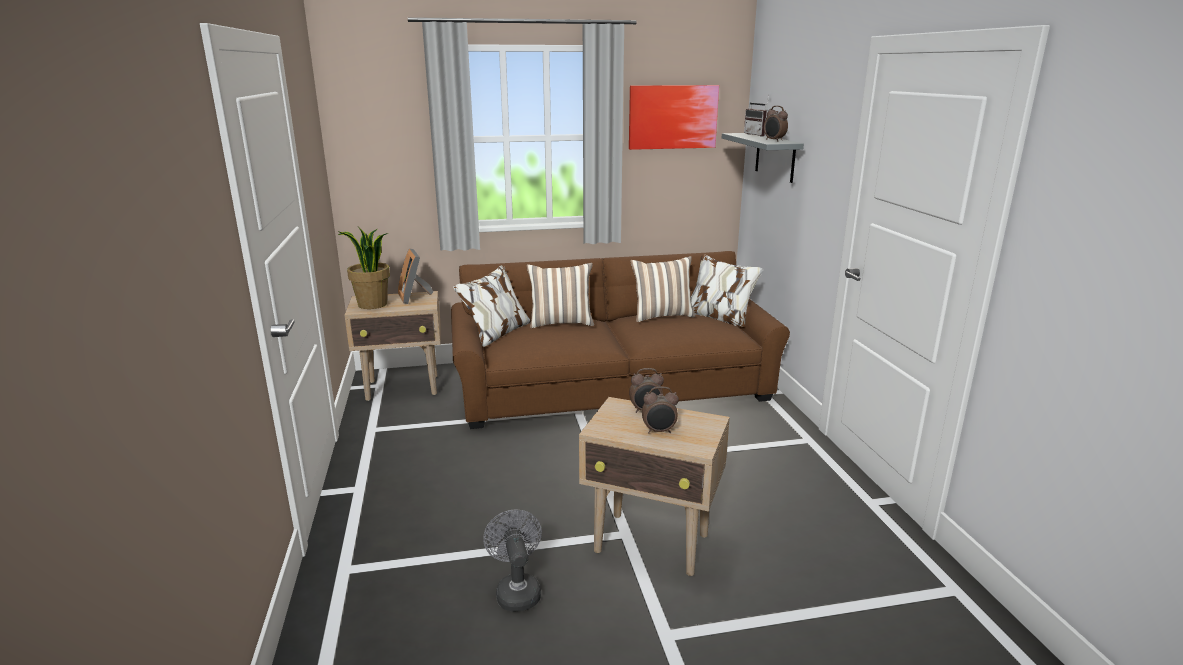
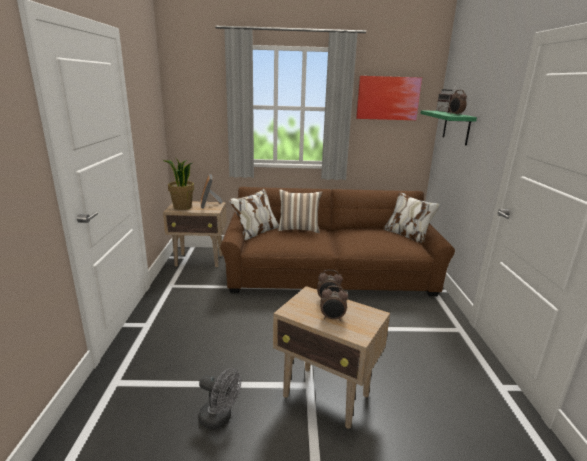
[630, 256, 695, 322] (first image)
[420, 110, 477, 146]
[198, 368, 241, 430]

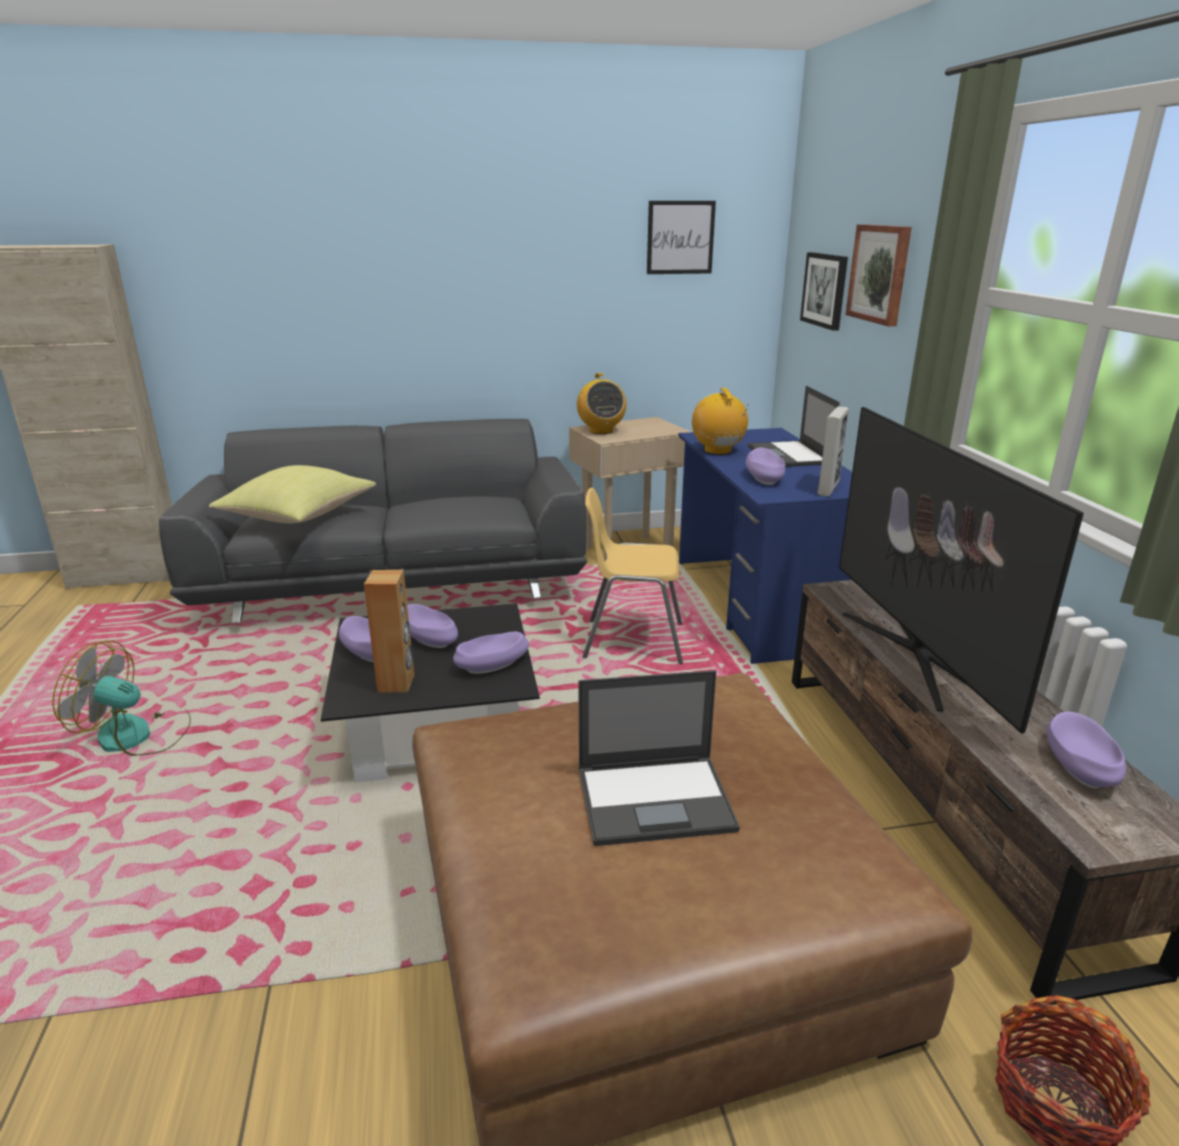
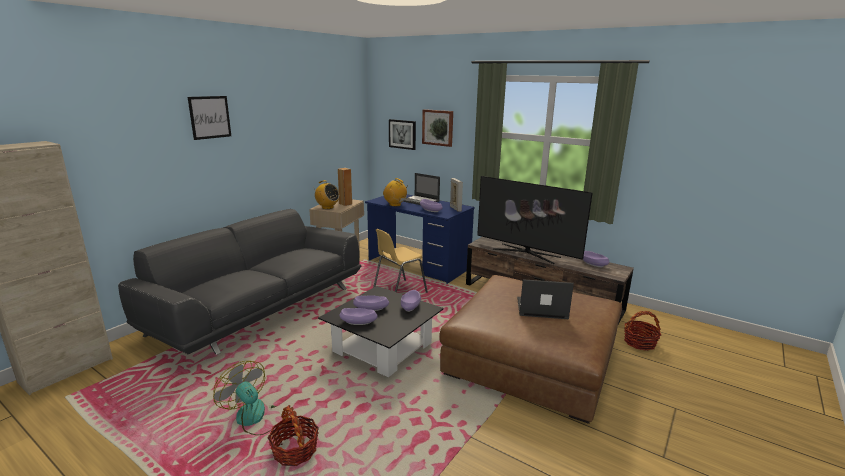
[209, 465, 376, 523] (first image)
[268, 405, 319, 466]
[338, 168, 352, 206]
[188, 96, 231, 140]
[213, 361, 277, 435]
[517, 279, 574, 319]

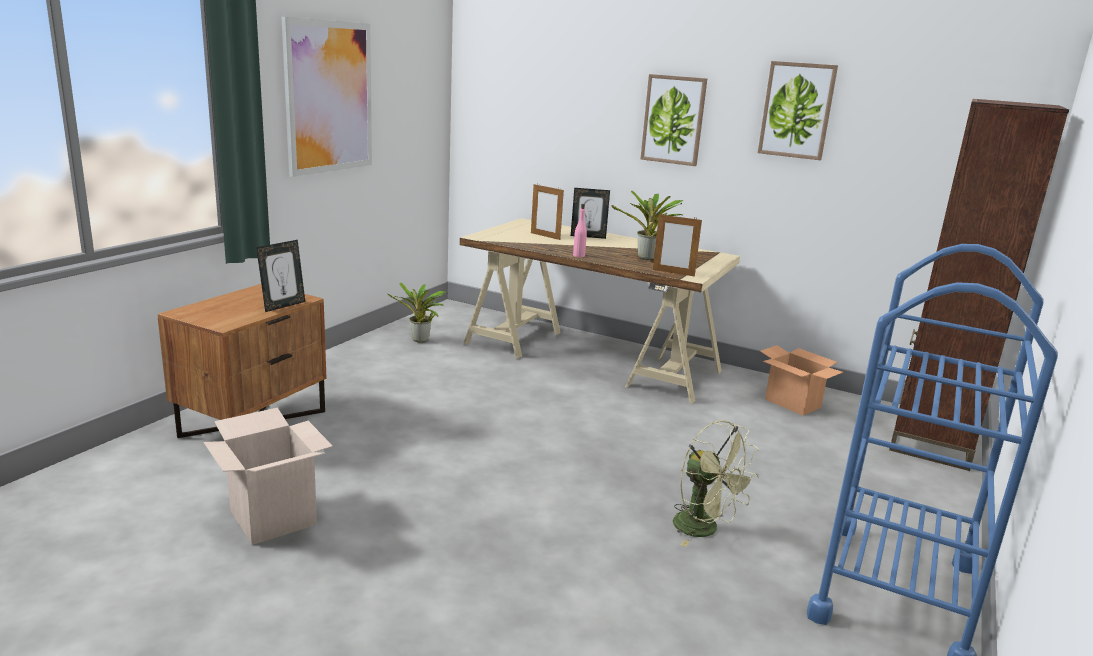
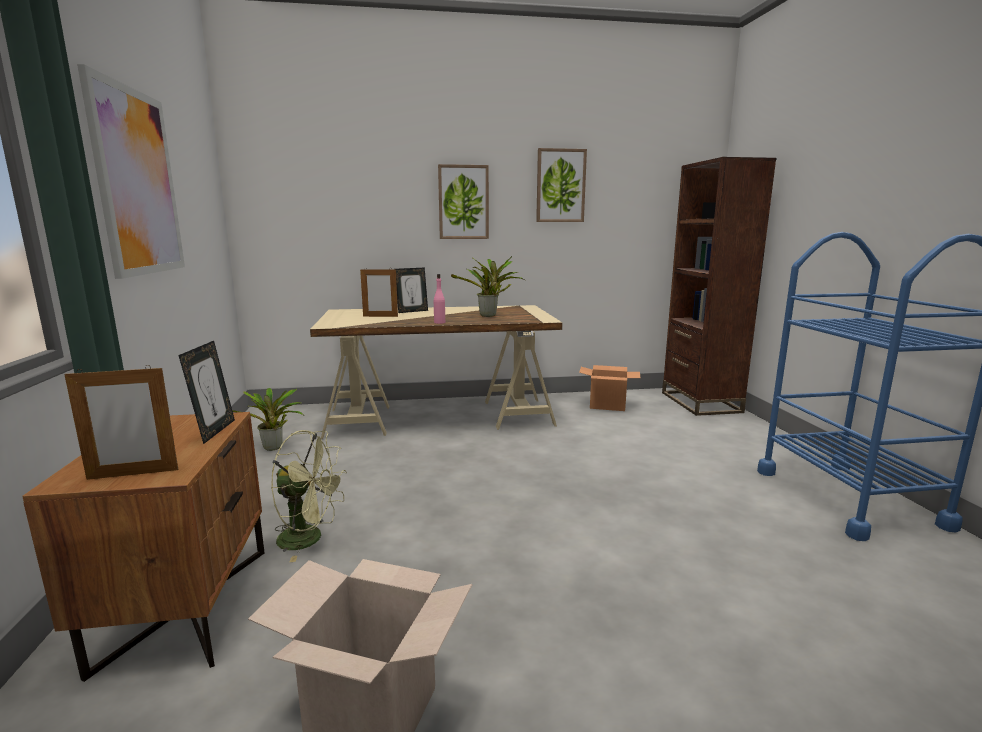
[64, 365, 178, 480]
[271, 430, 347, 563]

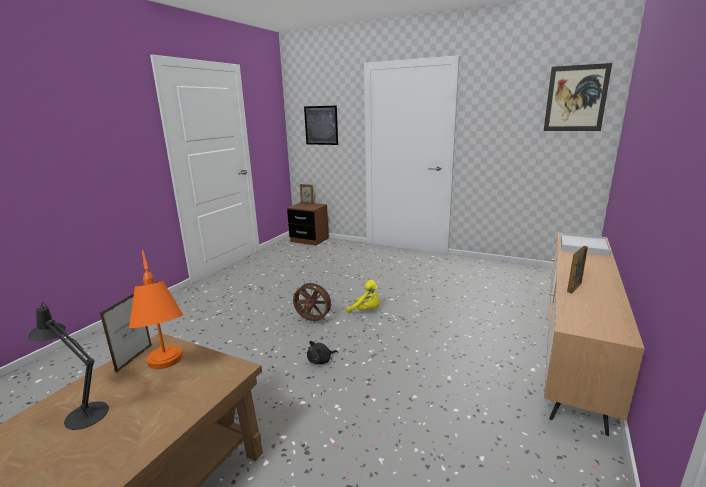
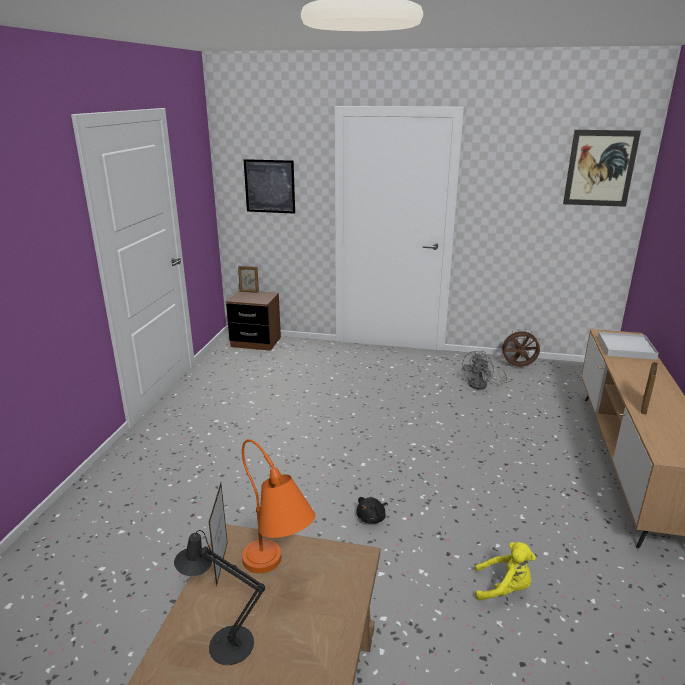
[461, 351, 507, 390]
[500, 329, 541, 367]
[475, 542, 536, 601]

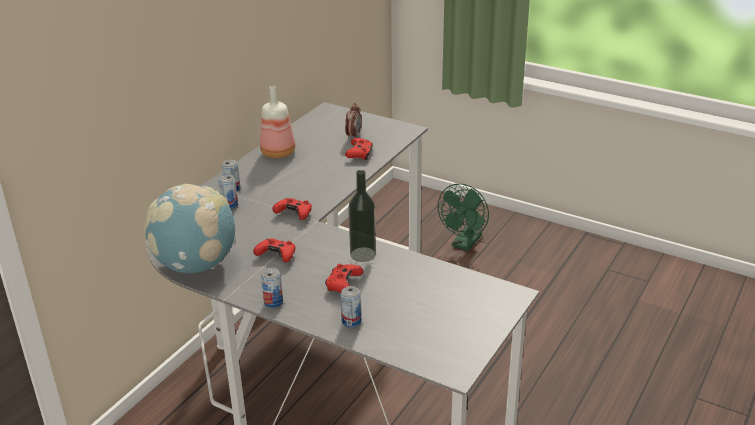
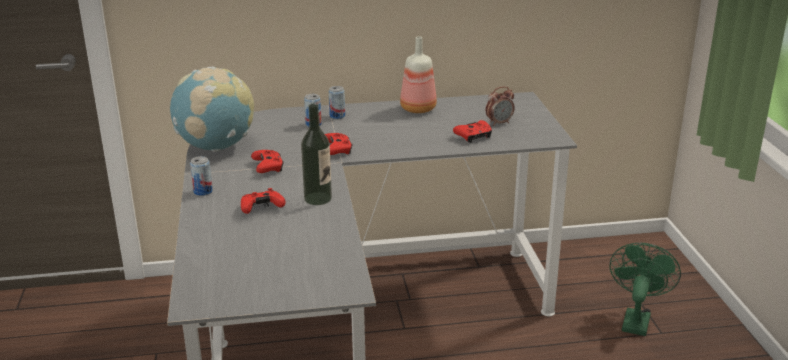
[340, 286, 361, 327] (first image)
[609, 243, 681, 336]

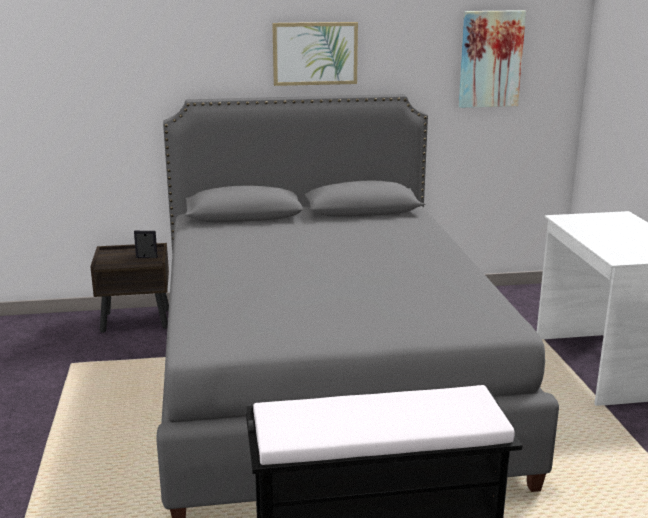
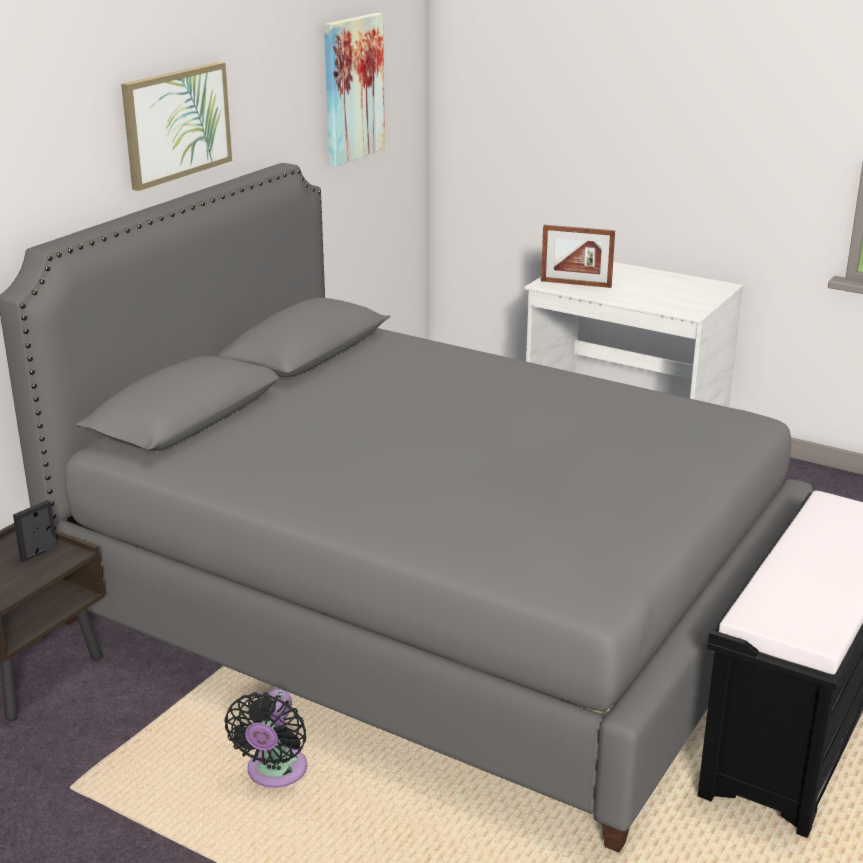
[224, 689, 307, 788]
[541, 225, 615, 288]

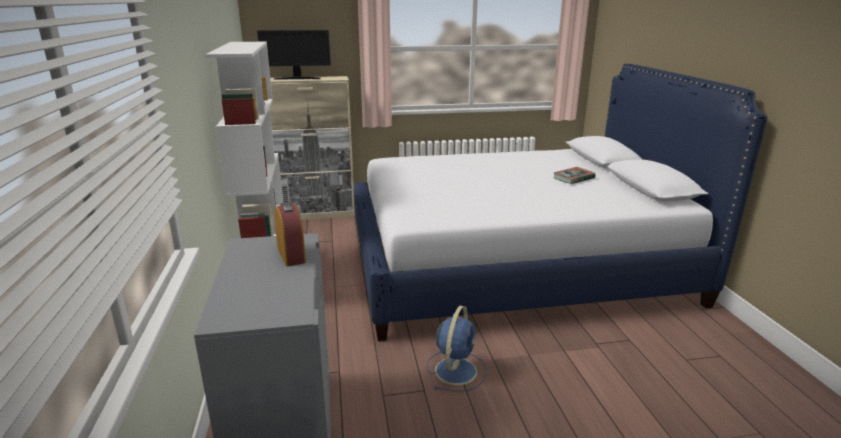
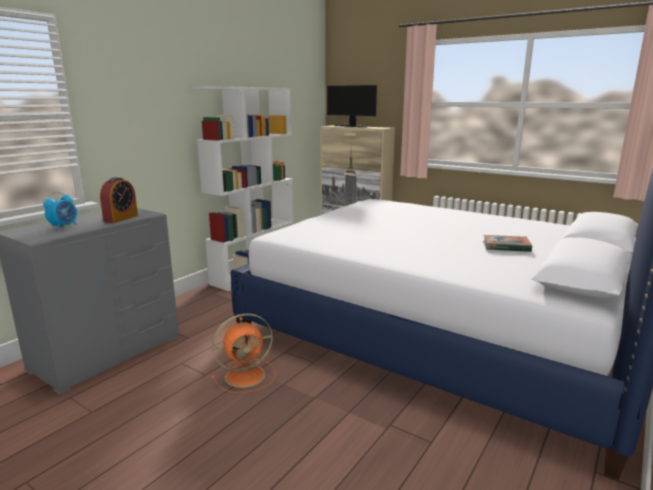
[43, 192, 77, 230]
[212, 313, 276, 393]

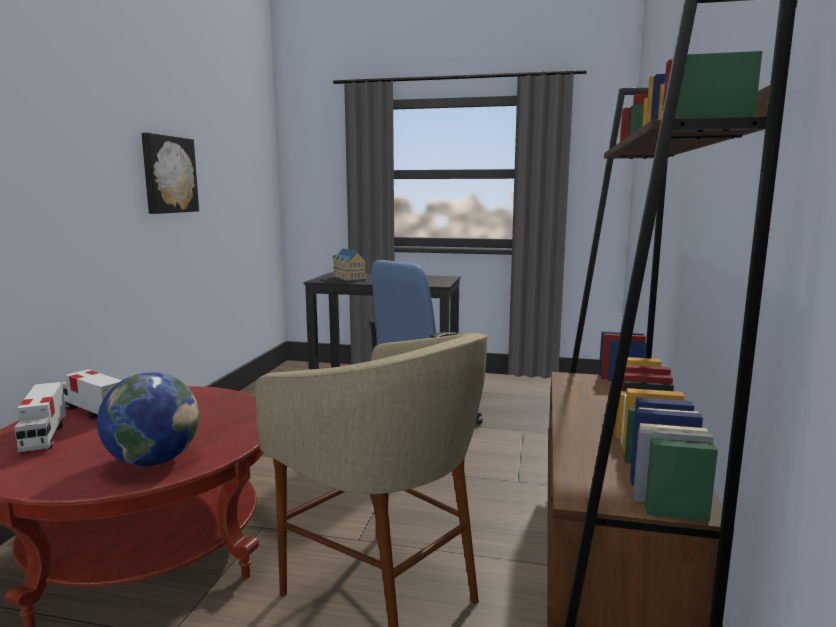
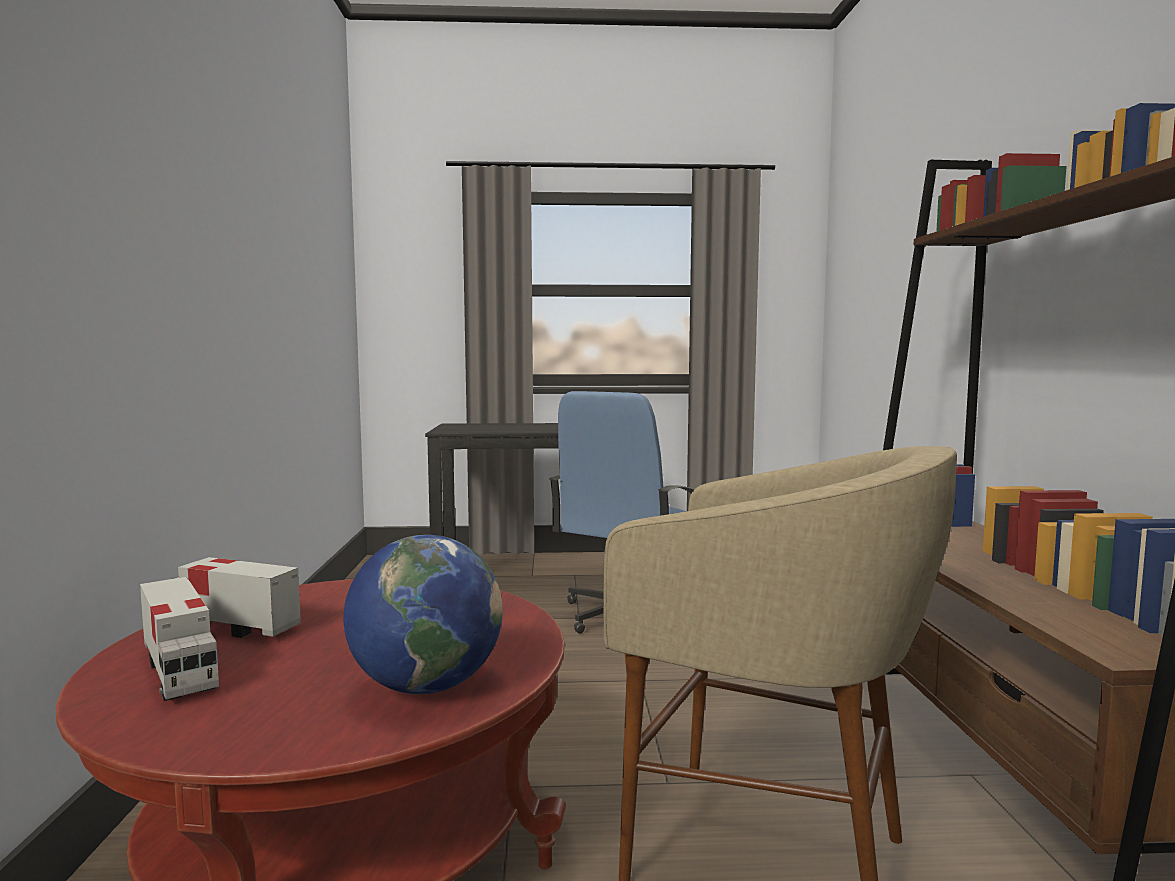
[142, 133, 199, 214] (first image)
[333, 248, 366, 281] (first image)

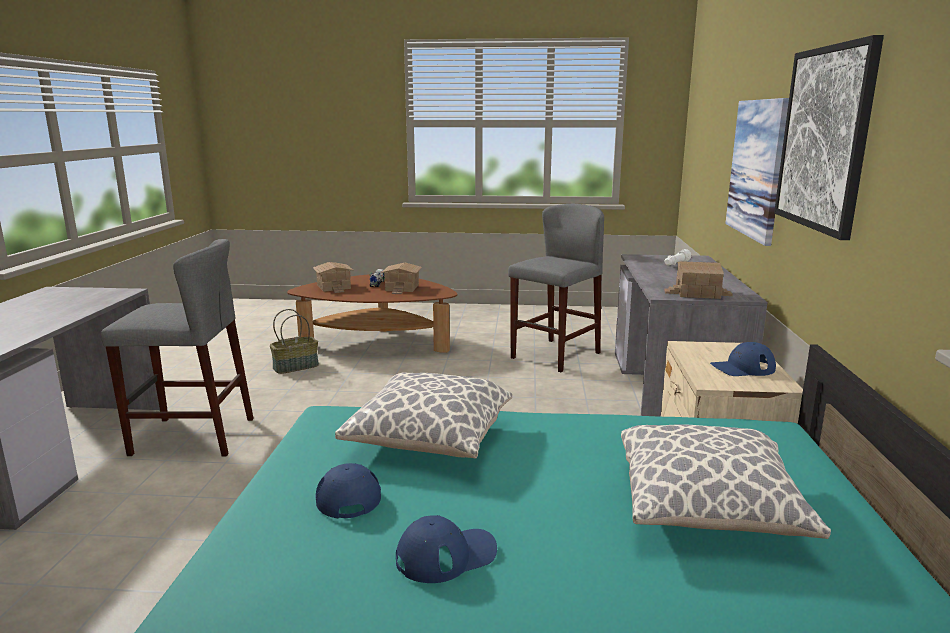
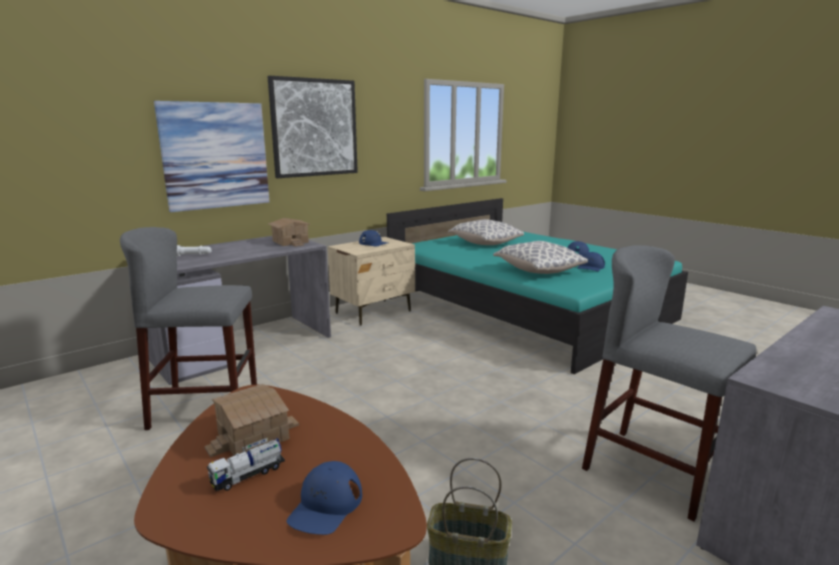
[287, 461, 362, 535]

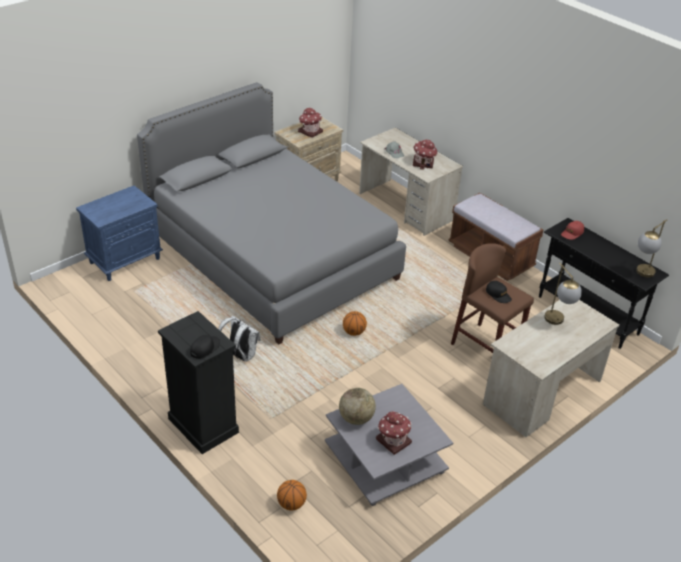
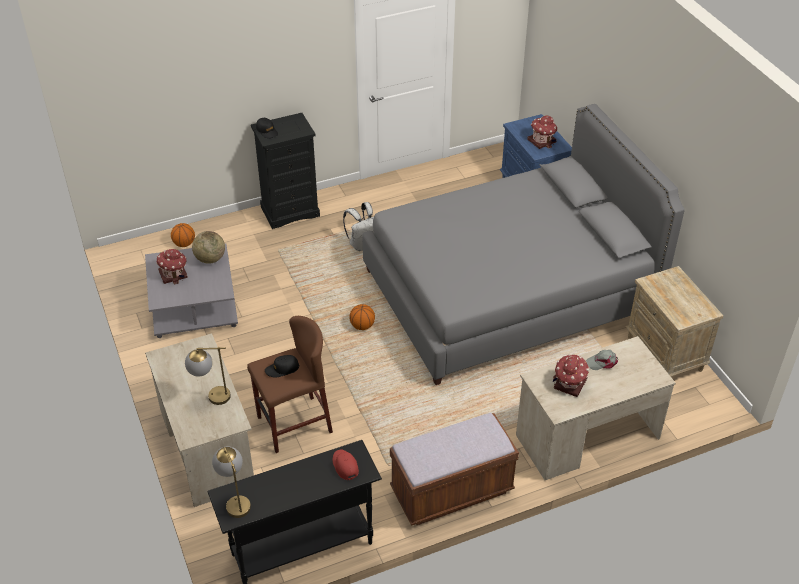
[527, 115, 557, 149]

